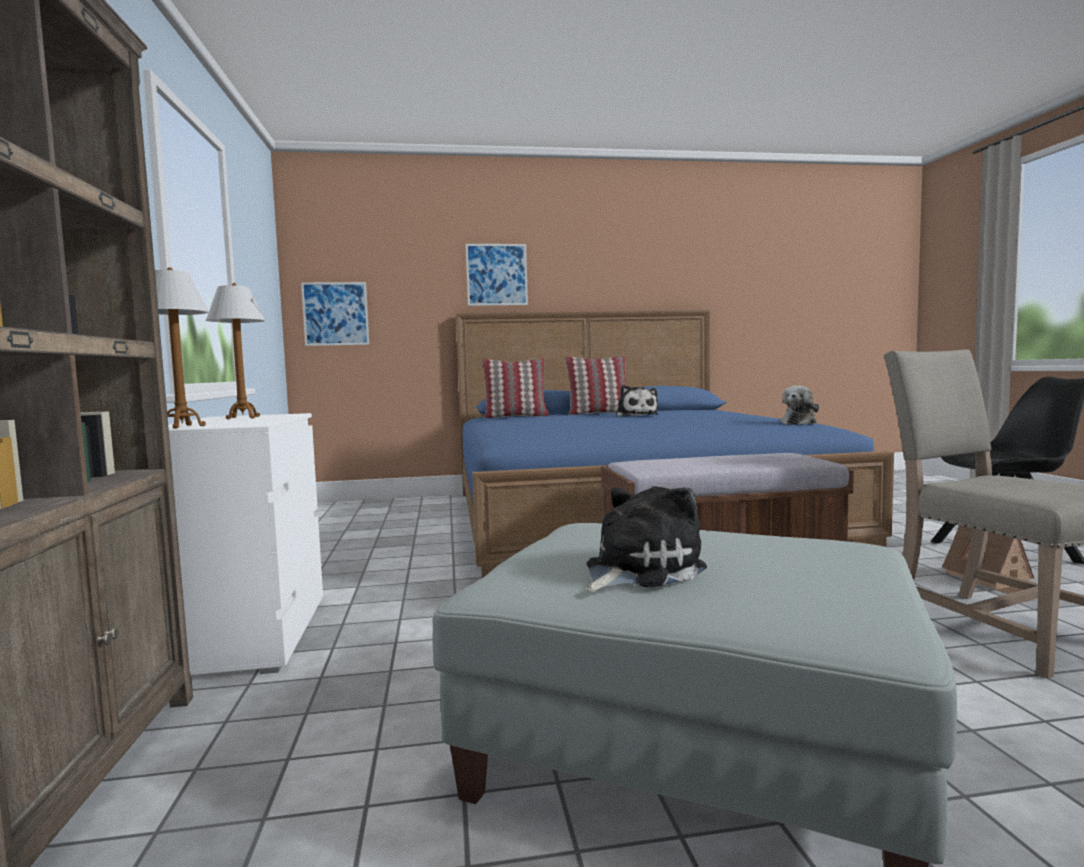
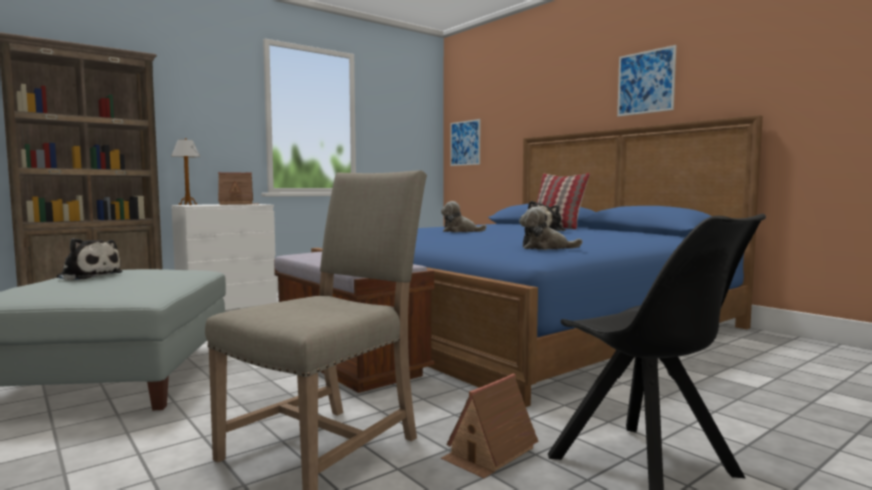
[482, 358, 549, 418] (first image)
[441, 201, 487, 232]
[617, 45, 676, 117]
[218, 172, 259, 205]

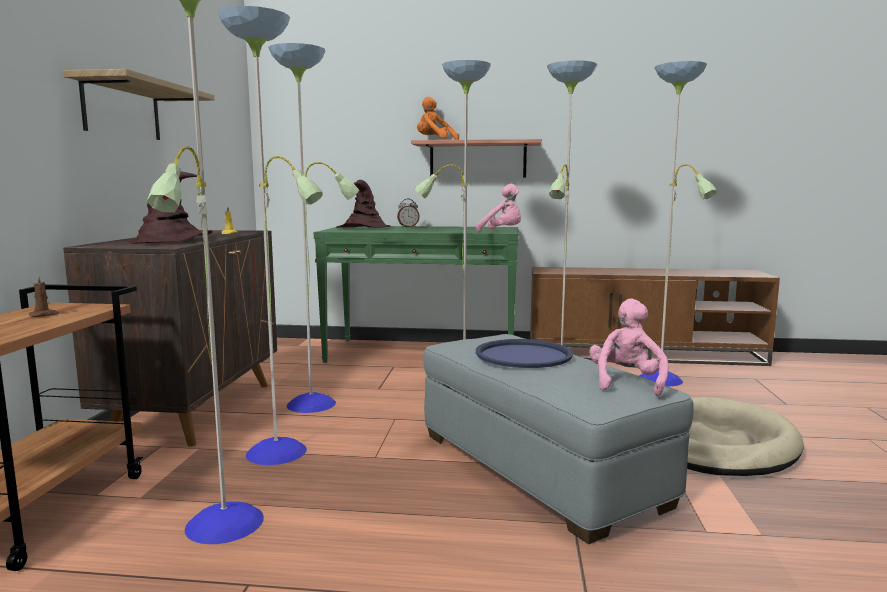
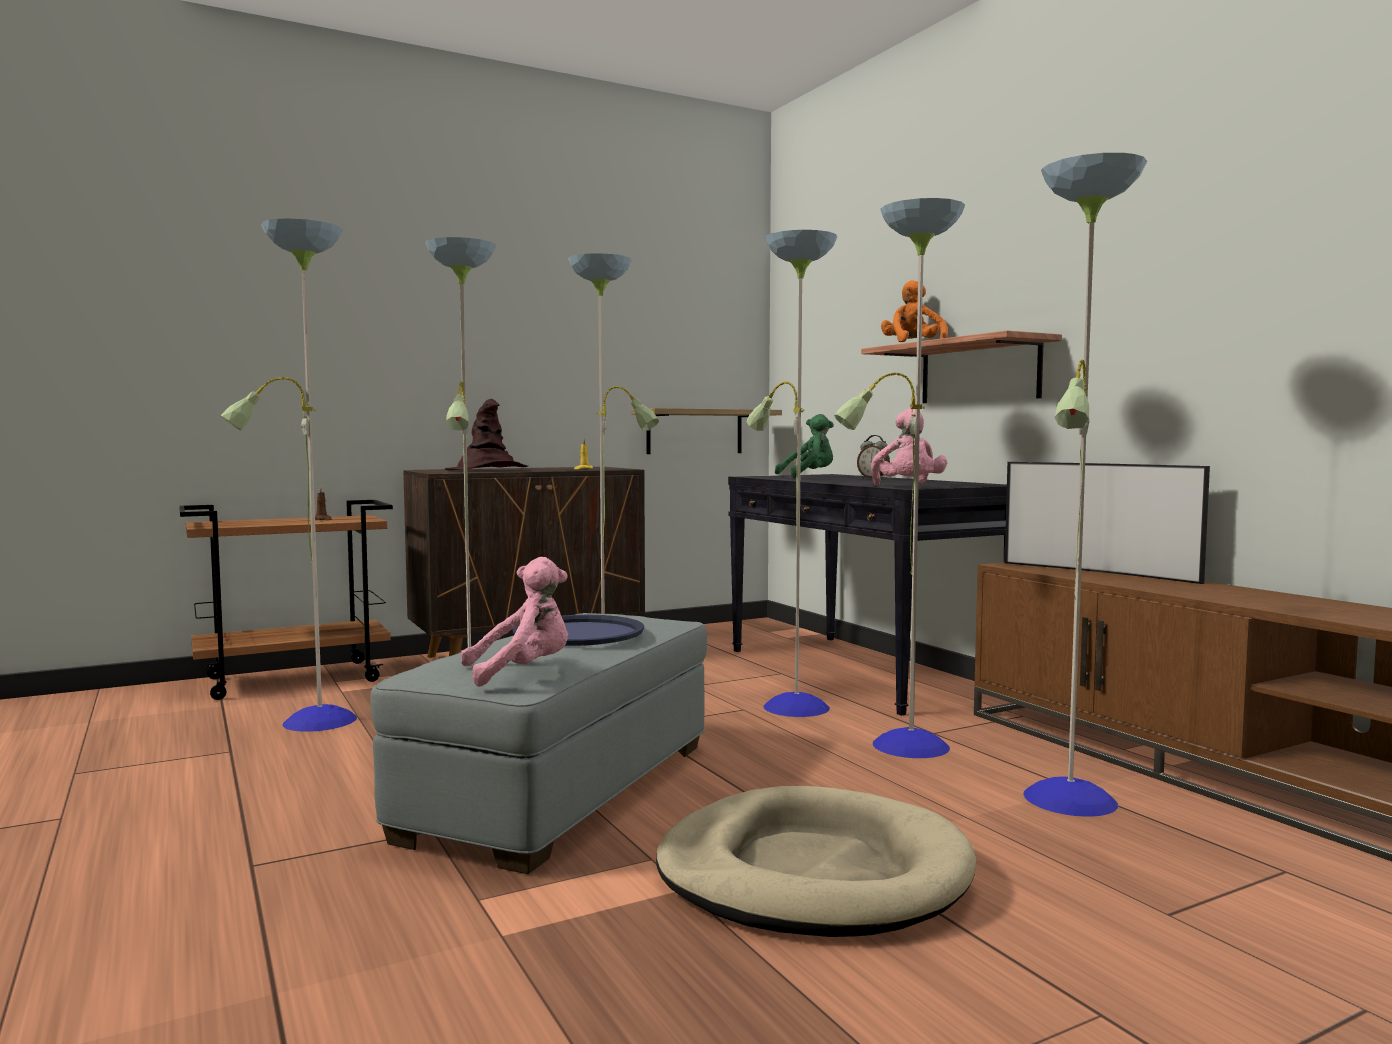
[1005, 462, 1210, 584]
[631, 408, 782, 454]
[775, 414, 834, 478]
[728, 474, 1007, 716]

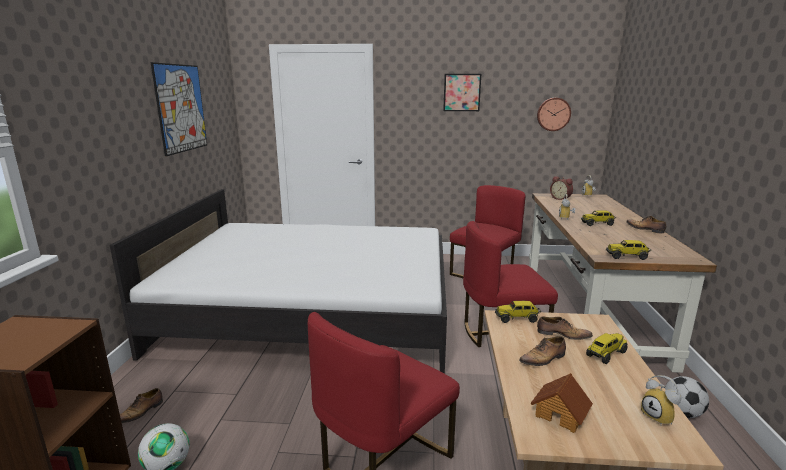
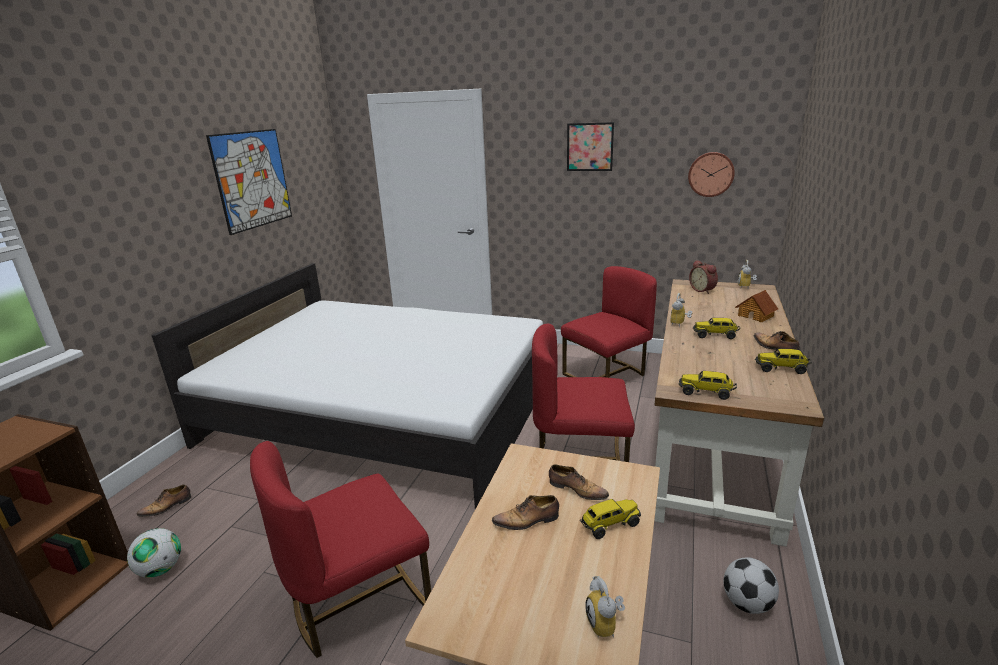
[755, 349, 812, 374]
[735, 290, 778, 322]

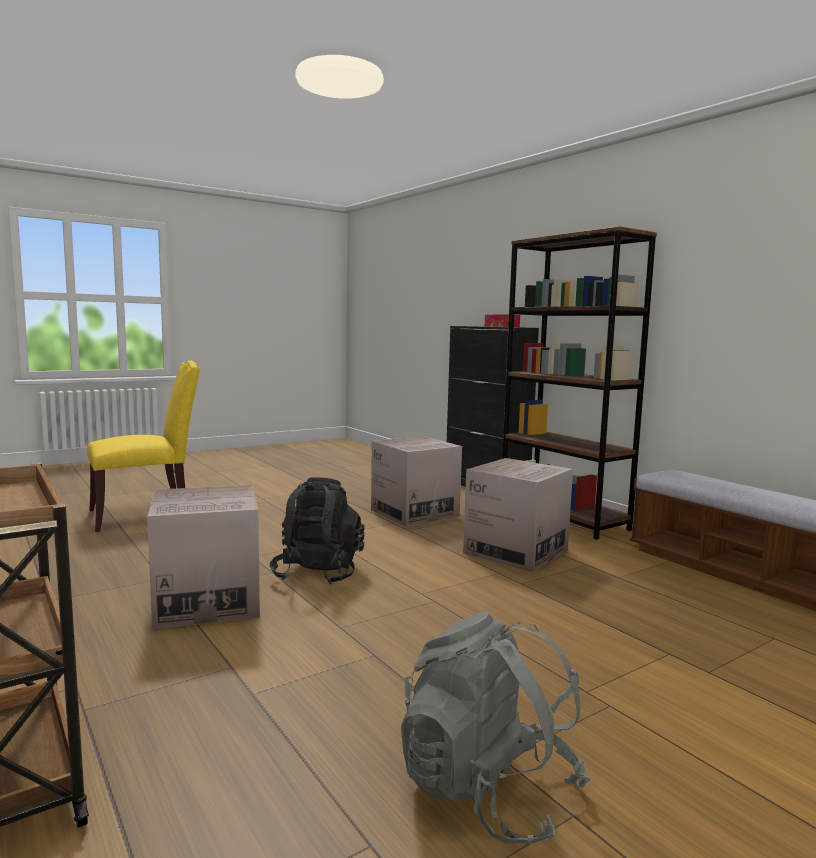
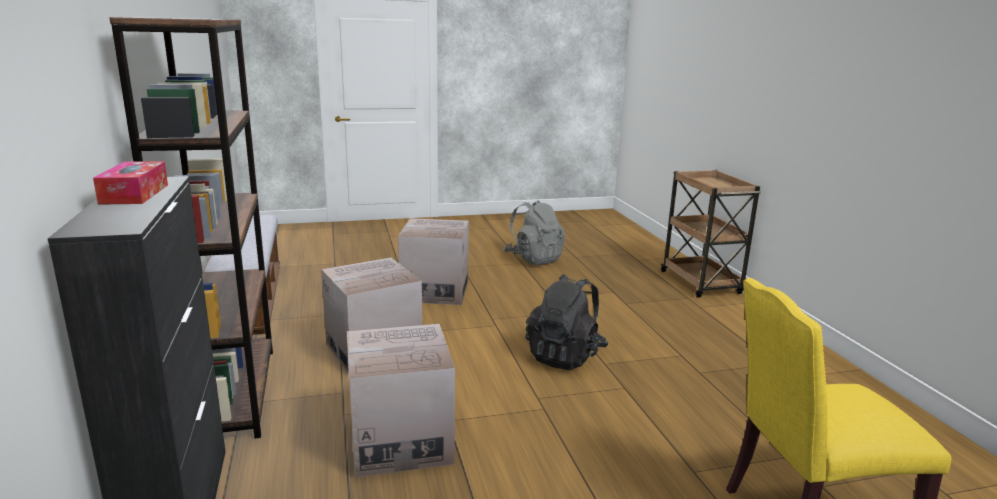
[398, 218, 469, 305]

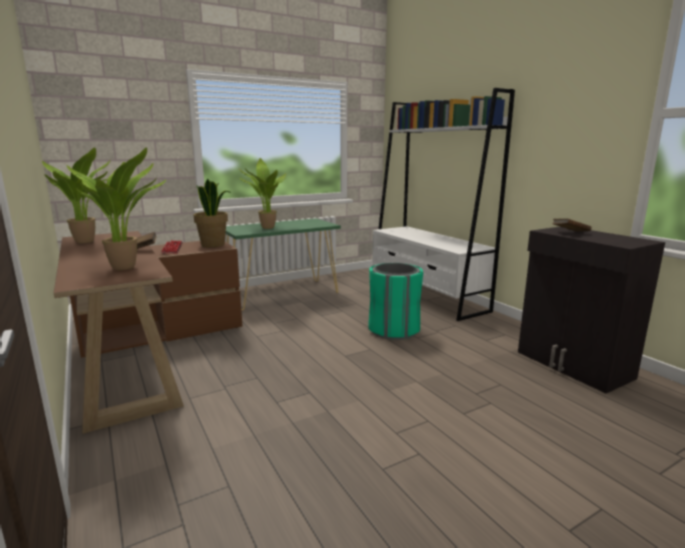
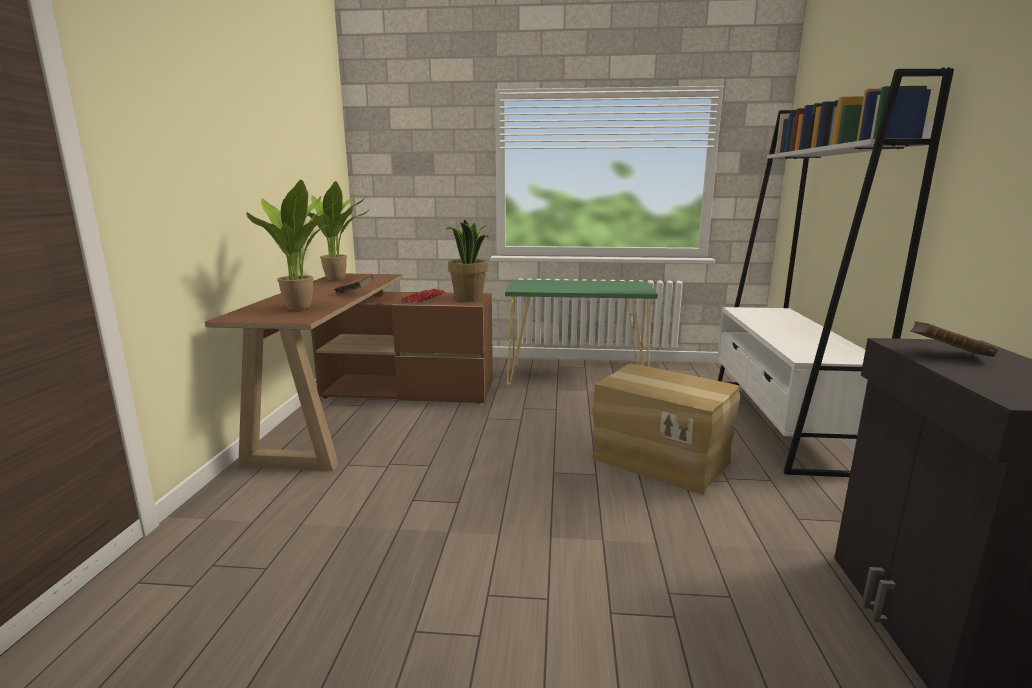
[239, 158, 286, 229] (first image)
[592, 364, 740, 495]

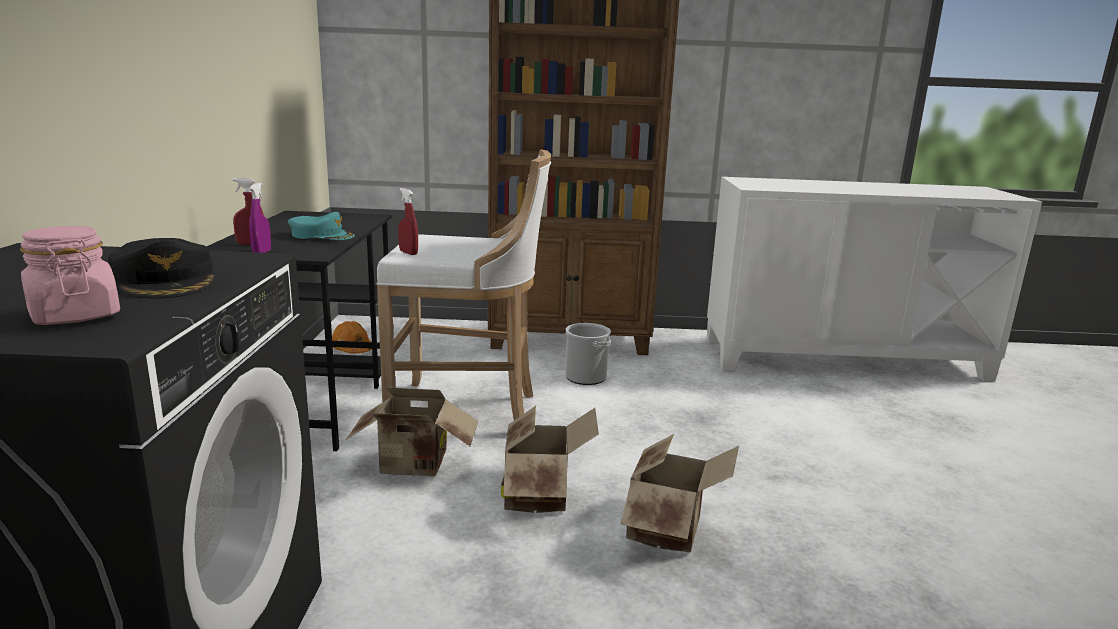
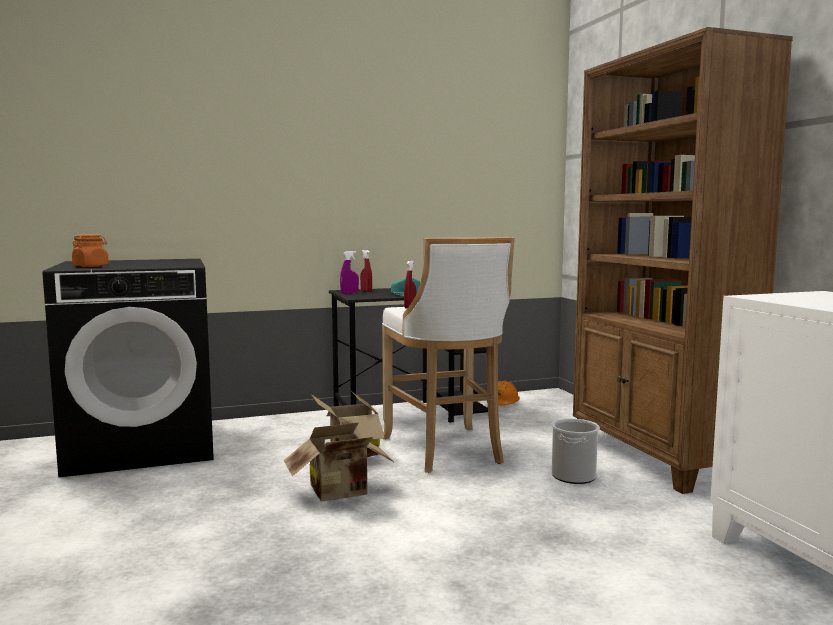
[108, 238, 214, 298] (first image)
[620, 434, 739, 553] (first image)
[72, 234, 109, 267]

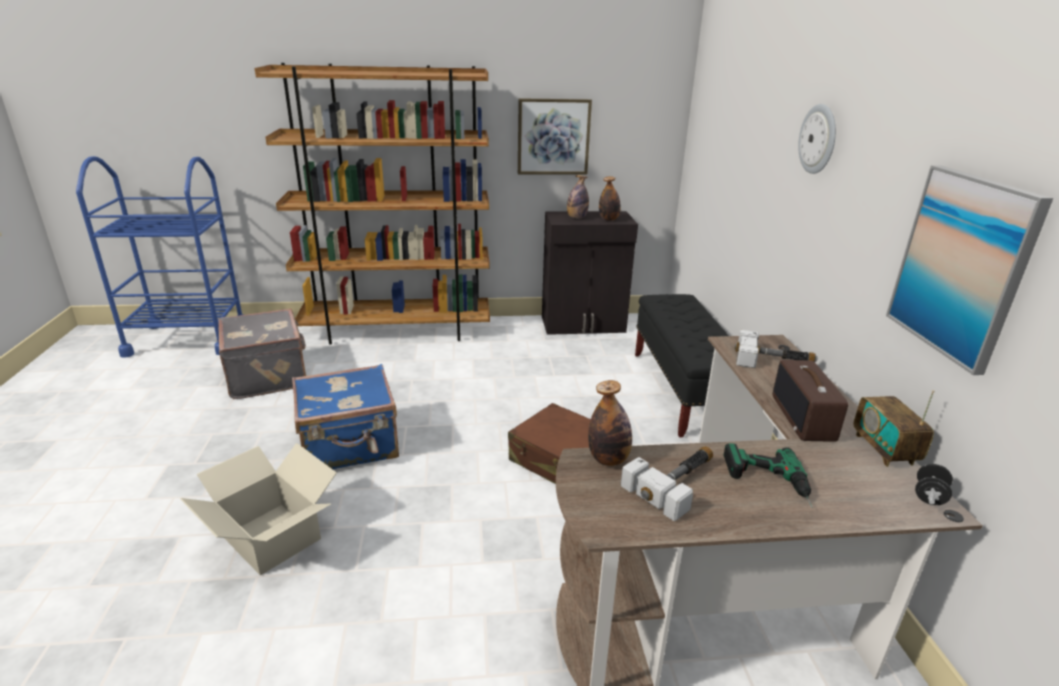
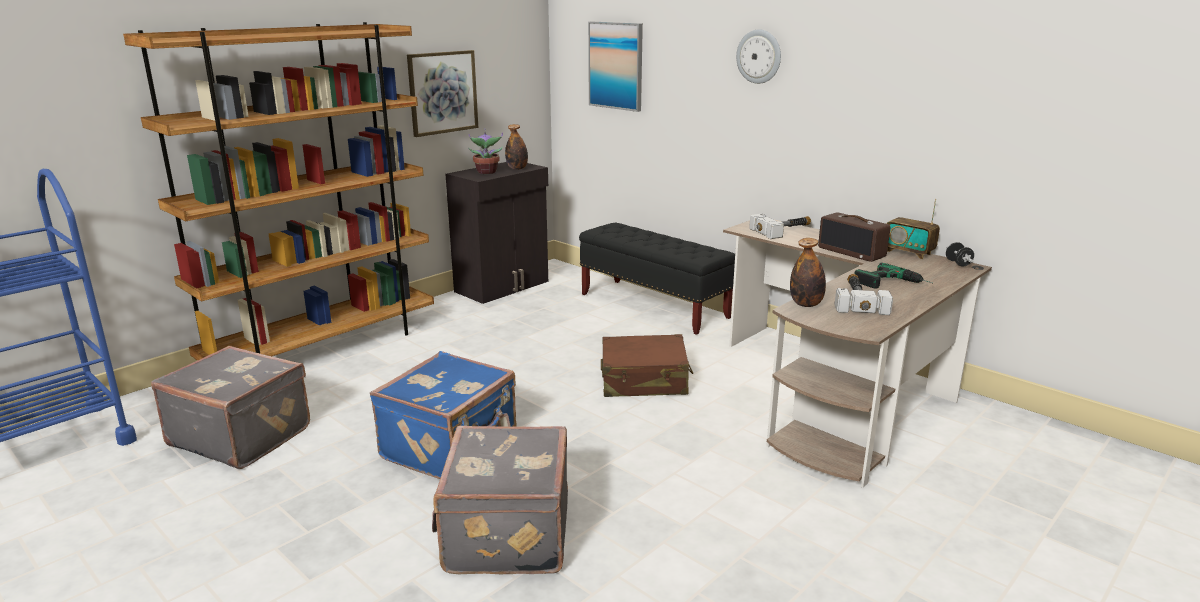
[588, 22, 643, 112]
[432, 426, 568, 574]
[468, 133, 503, 174]

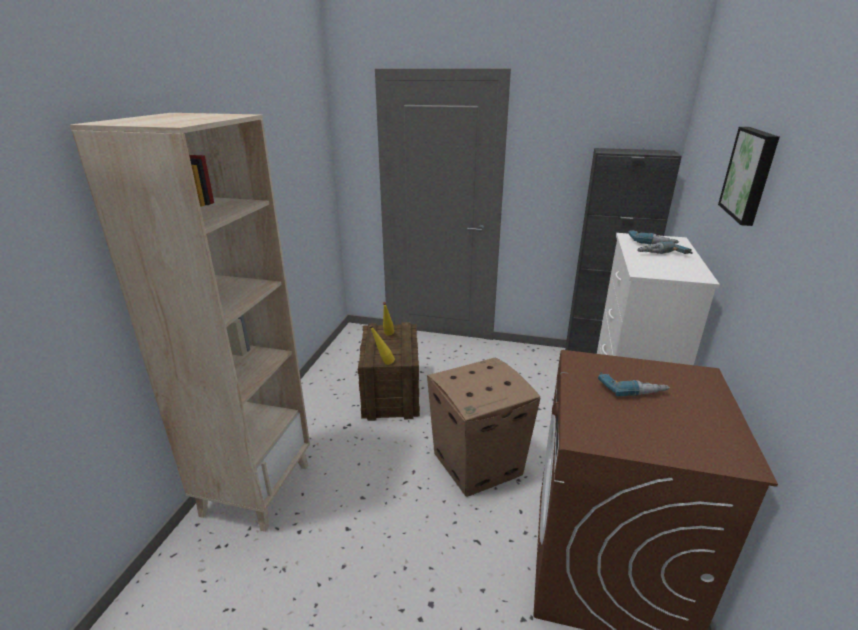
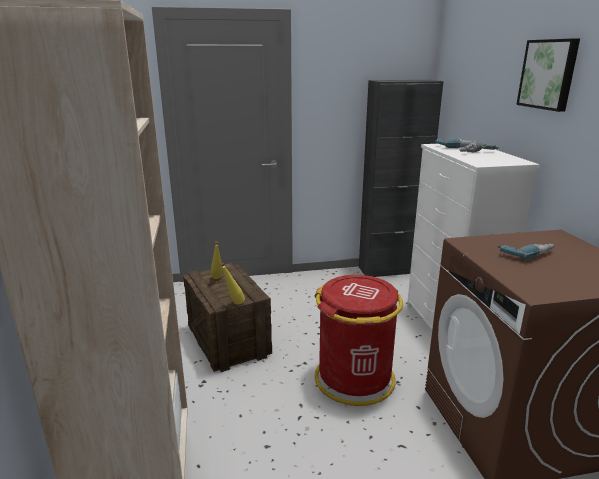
[314, 275, 403, 406]

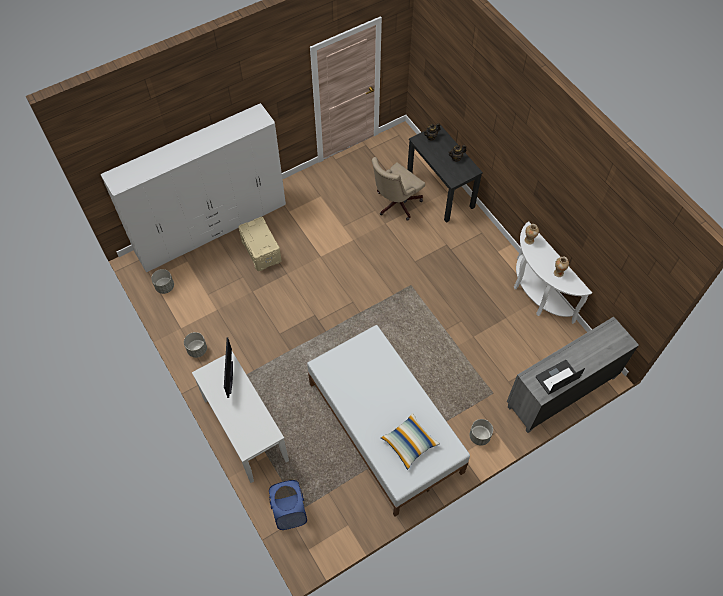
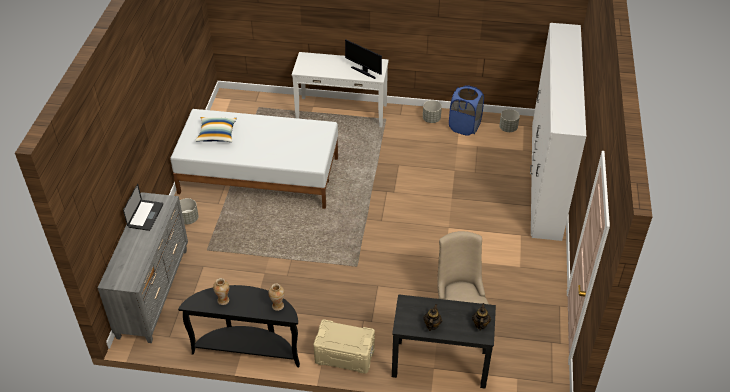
[314, 319, 375, 373]
[449, 85, 484, 136]
[178, 285, 300, 367]

